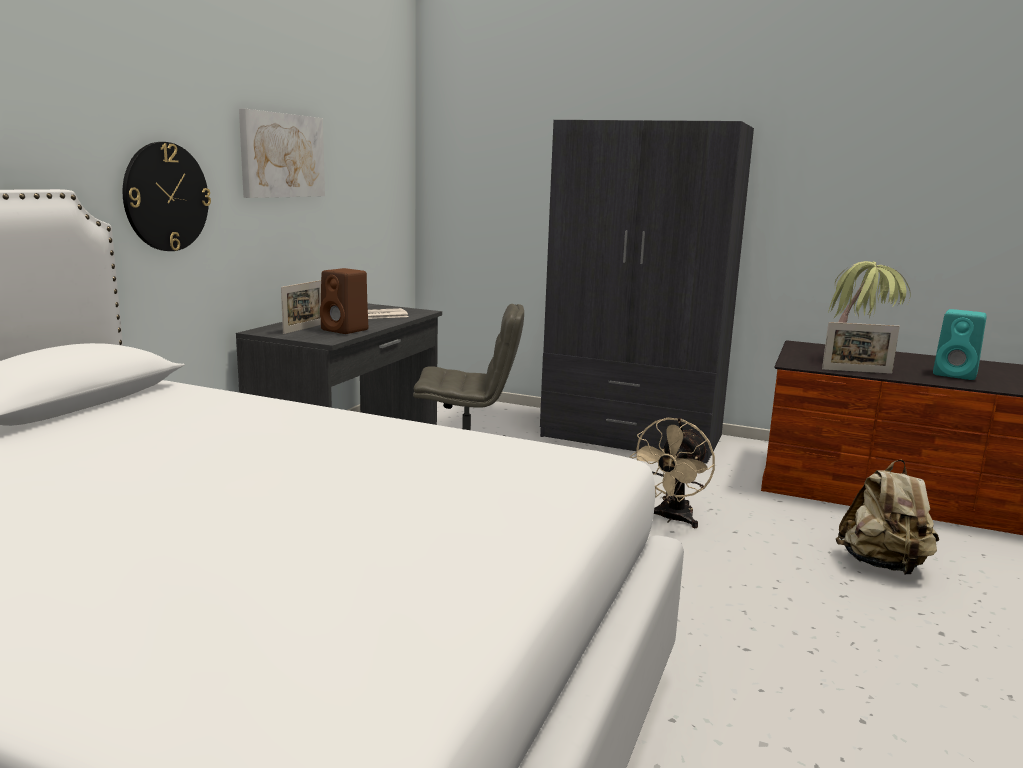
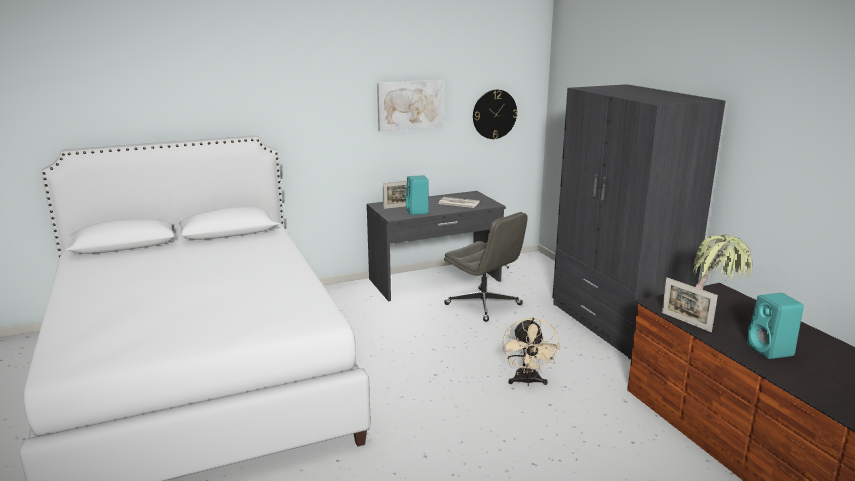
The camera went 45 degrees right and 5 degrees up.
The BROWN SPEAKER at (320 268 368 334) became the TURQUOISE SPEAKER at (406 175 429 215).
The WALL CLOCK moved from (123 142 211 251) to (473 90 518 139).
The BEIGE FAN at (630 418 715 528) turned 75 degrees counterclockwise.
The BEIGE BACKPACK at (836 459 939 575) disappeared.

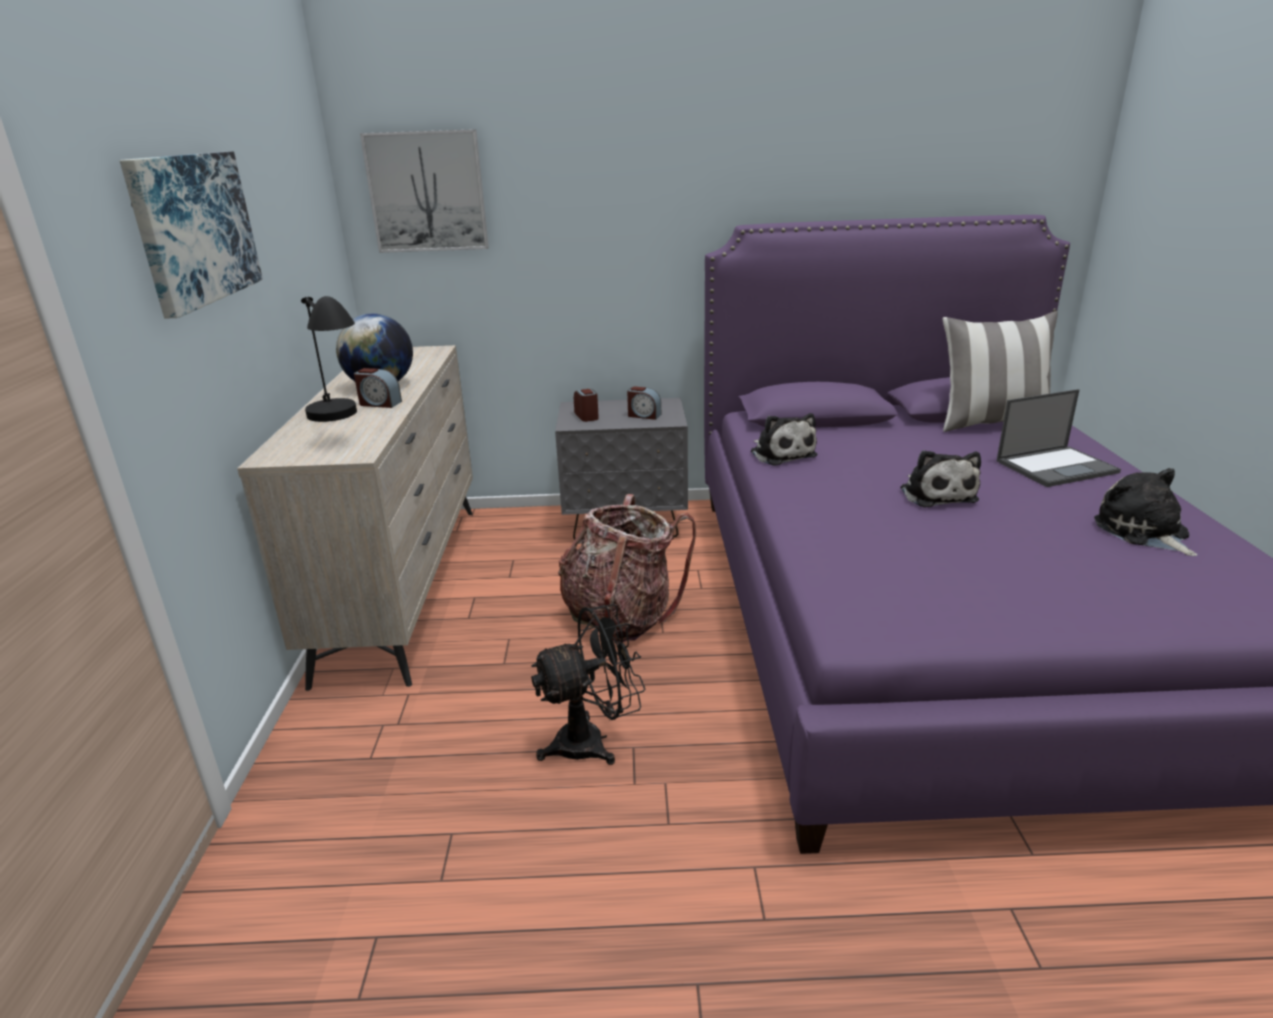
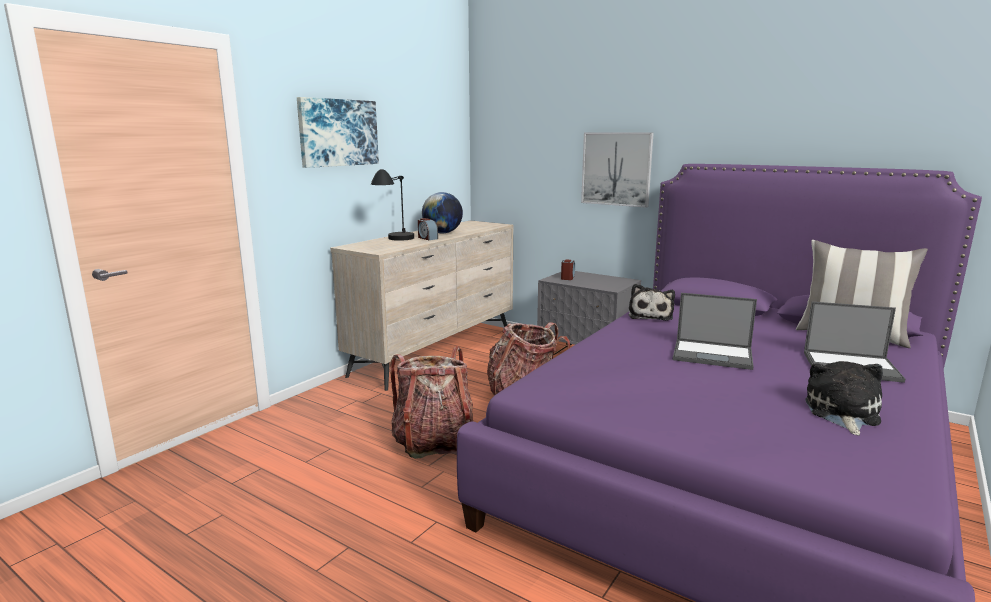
The camera went 35 degrees right and 10 degrees down.
The BLACK FAN at (531 604 645 765) was replaced by the BACKPACK at (390 346 473 459).
The PICTURE moved from (360 129 489 253) to (581 133 654 208).
The PLUSH TOY at (900 450 981 508) was replaced by the LAPTOP at (673 293 757 370).
The ALARM CLOCK at (627 386 661 420) disappeared.

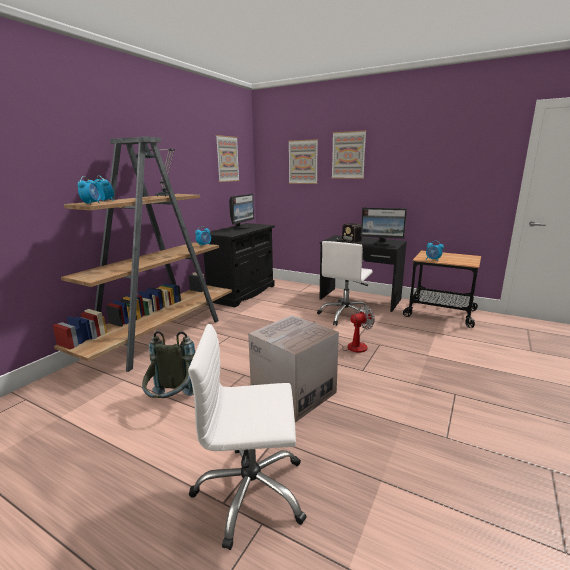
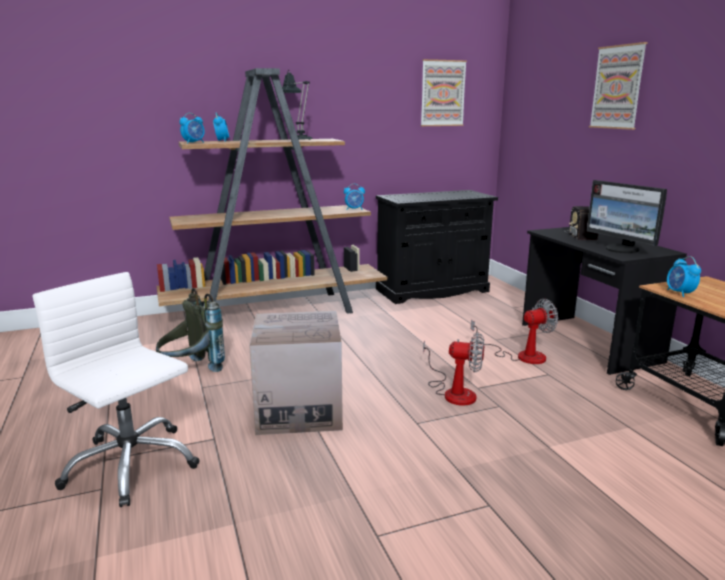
The camera went 40 degrees right and 0 degrees up.
The WHITE OFFICE CHAIR at (317 241 373 326) was replaced by the FAN at (471 299 559 364).
The MONITOR at (229 194 254 229) disappeared.
The PICTURE at (288 139 318 184) disappeared.

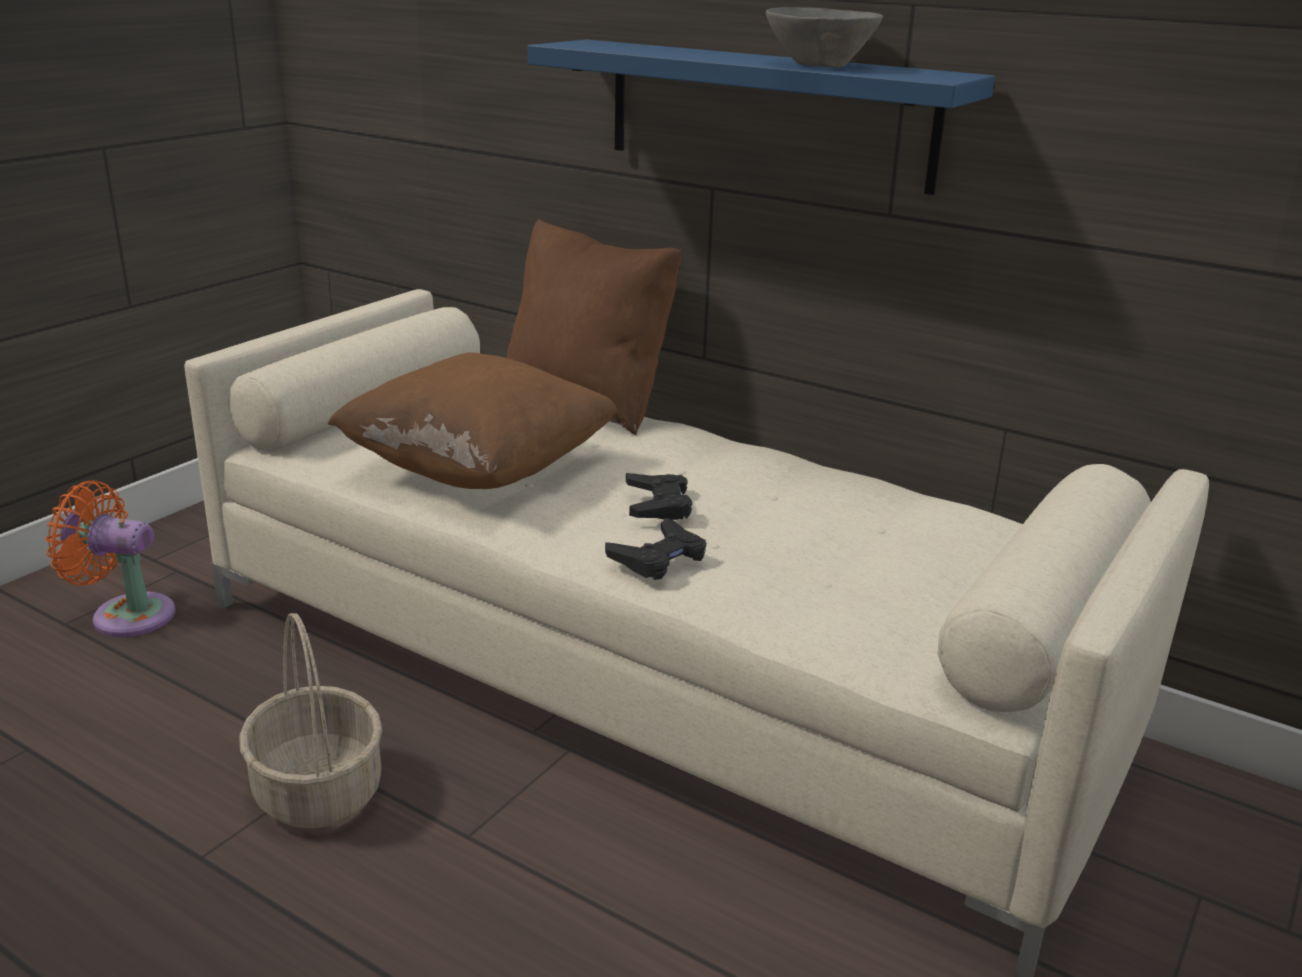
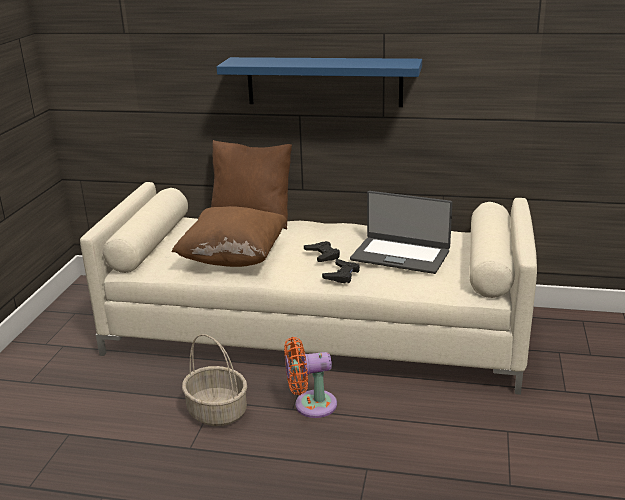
The camera went 20 degrees left and 0 degrees up.
The ORANGE FAN moved from (46 481 175 637) to (284 337 337 418).
The LAPTOP at (350 191 452 274) appeared.
The GREY BOWL at (766 7 883 67) disappeared.

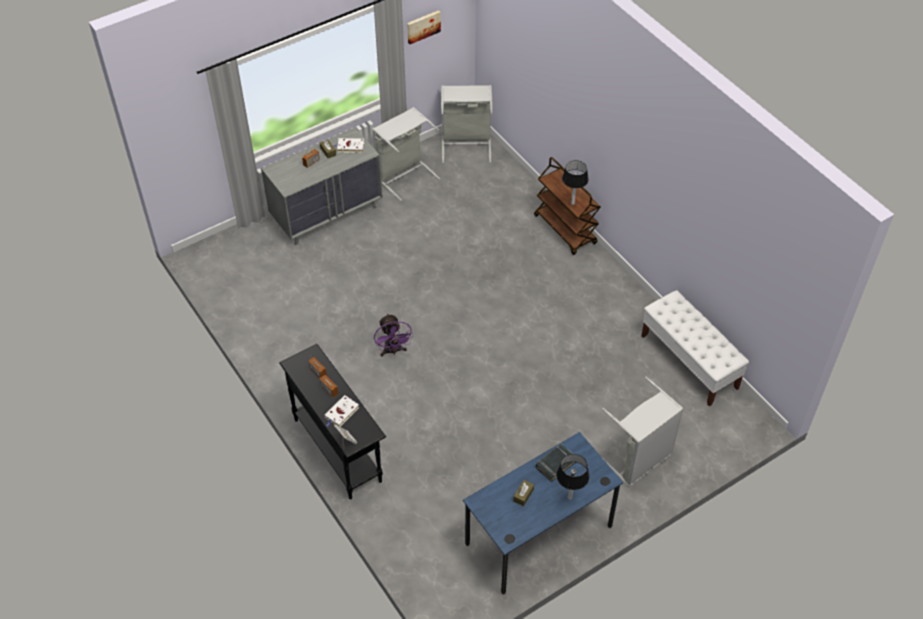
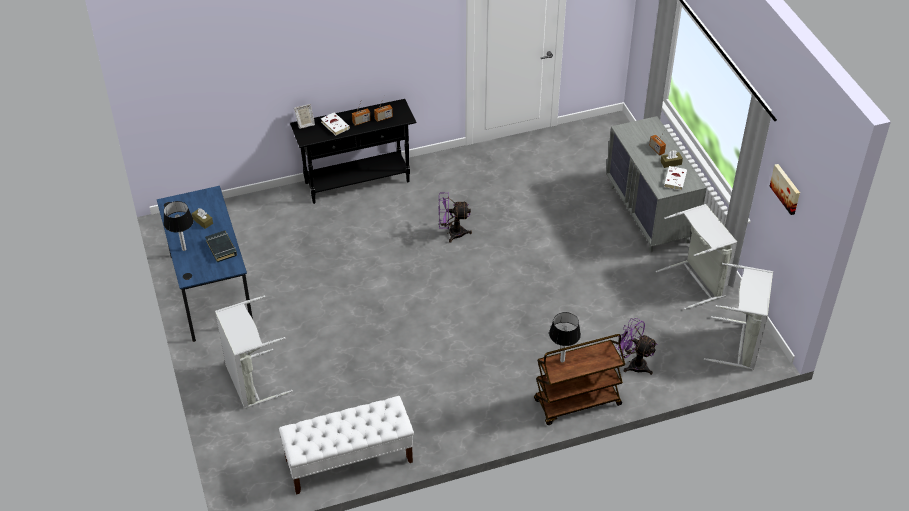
The camera went 105 degrees right and 5 degrees down.
The PURPLE FAN at (615 318 658 375) appeared.

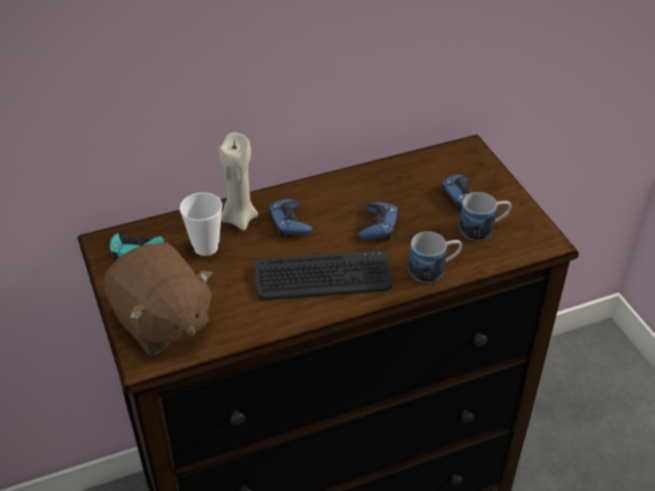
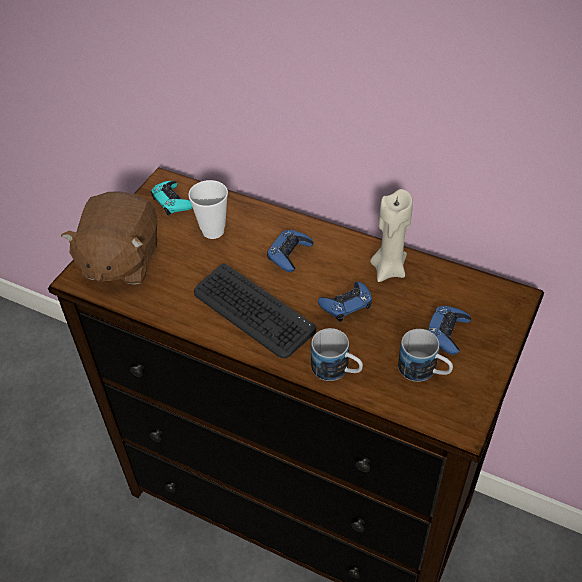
The camera went 50 degrees right and 5 degrees up.
The BEIGE CANDLE moved from (219 132 258 231) to (370 189 413 282).

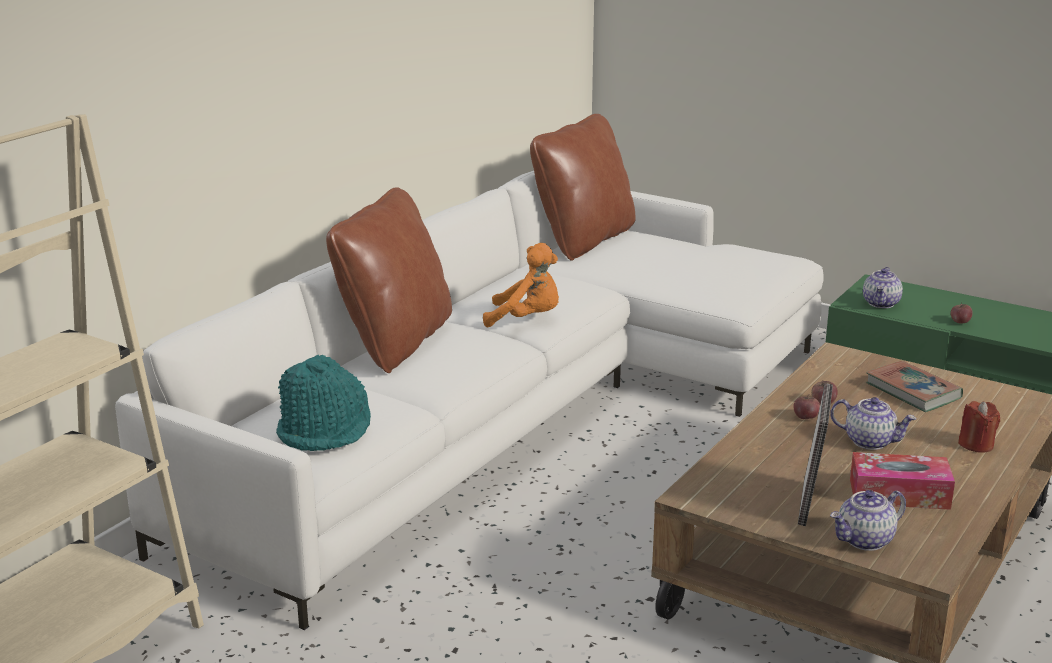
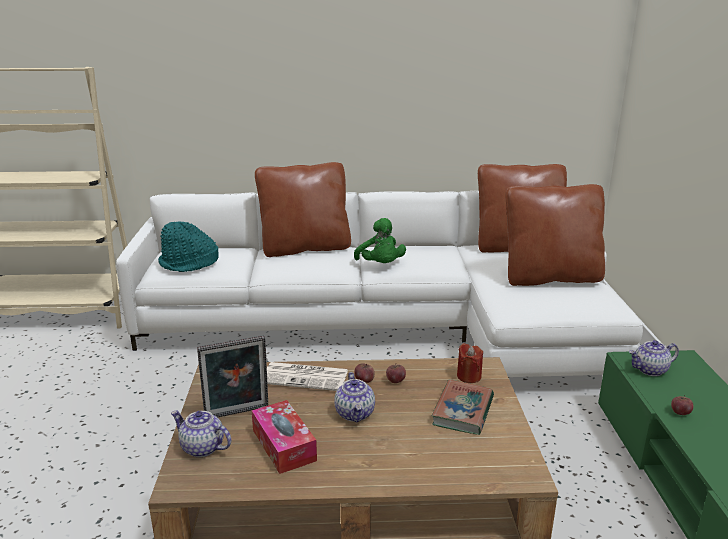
The camera went 55 degrees right and 0 degrees up.
The NEWSPAPER at (267 362 348 391) appeared.
The ORANGE PLUSH TOY at (483 243 559 327) became the GREEN PLUSH TOY at (354 218 406 263).
The RED CANDLE moved from (958 401 1000 453) to (457 343 483 383).
The BROWN PILLOW at (506 184 605 286) appeared.

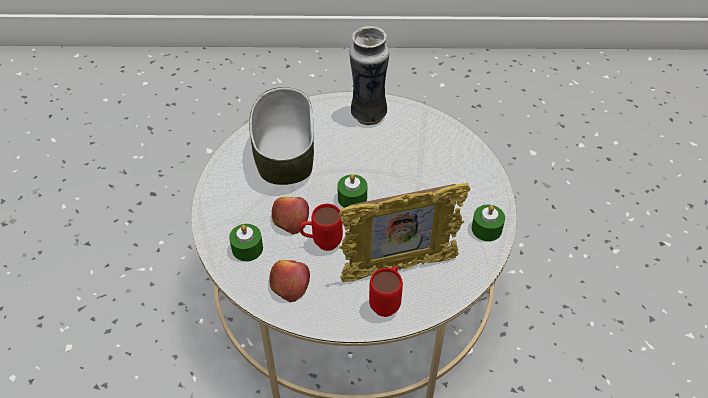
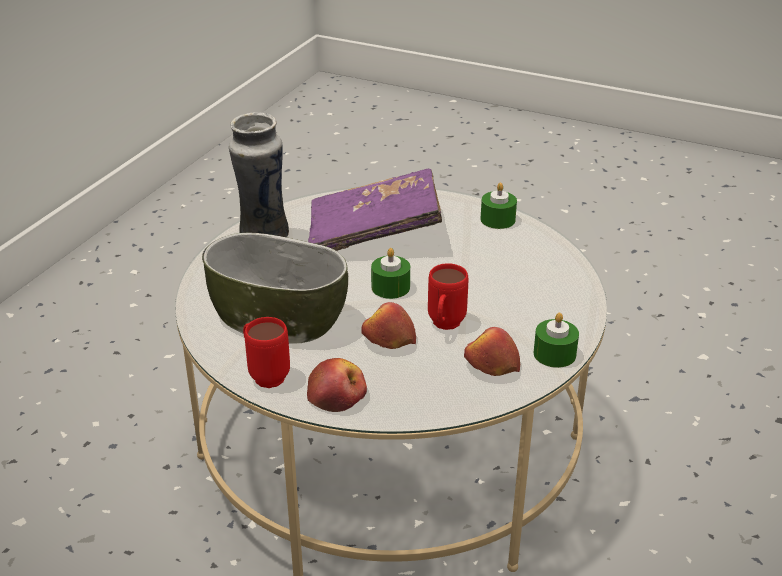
The camera went 65 degrees left and 15 degrees down.
The RED MUG moved from (369 266 403 317) to (243 317 290 388).
The APPLE at (307 358 367 412) appeared.
The PURPLE BOOK at (308 169 442 251) appeared.
The GREEN CANDLE moved from (229 224 263 261) to (534 313 579 368).
The PICTURE FRAME at (339 183 470 282) disappeared.

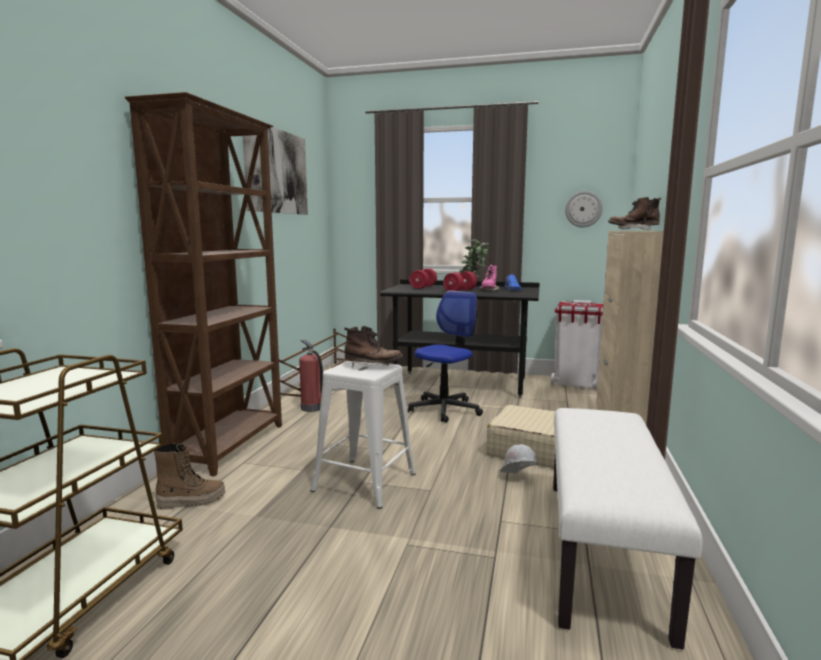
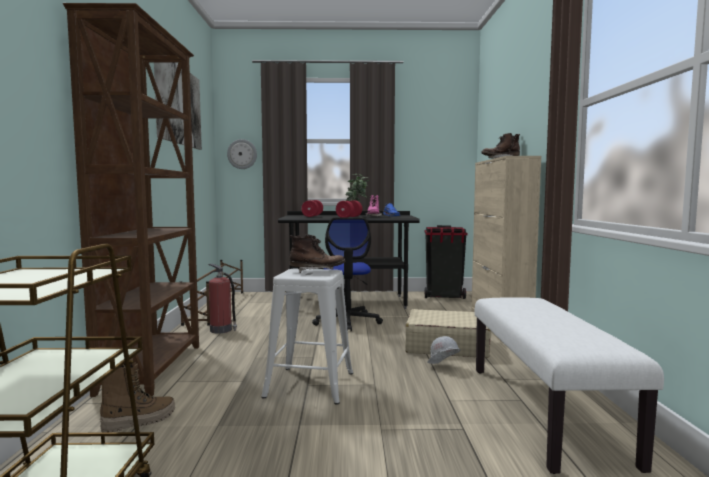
The camera went 15 degrees left and 5 degrees down.
The WALL CLOCK moved from (565 191 603 227) to (227 139 257 169).
The OFFICE CHAIR at (408 290 483 423) turned 150 degrees clockwise.
The WHITE TRASH CAN at (551 300 604 390) became the BLACK TRASH CAN at (425 225 467 299).

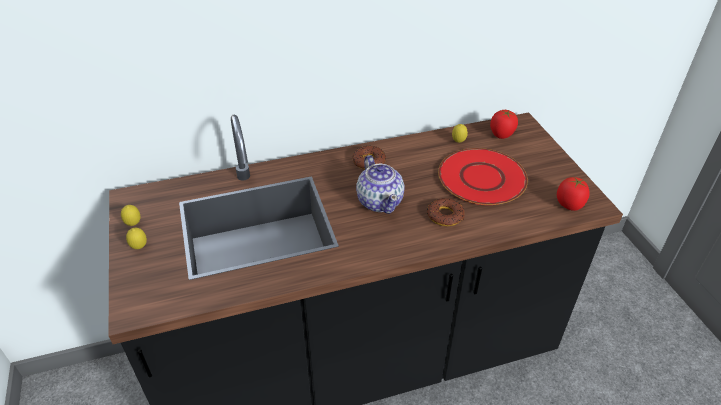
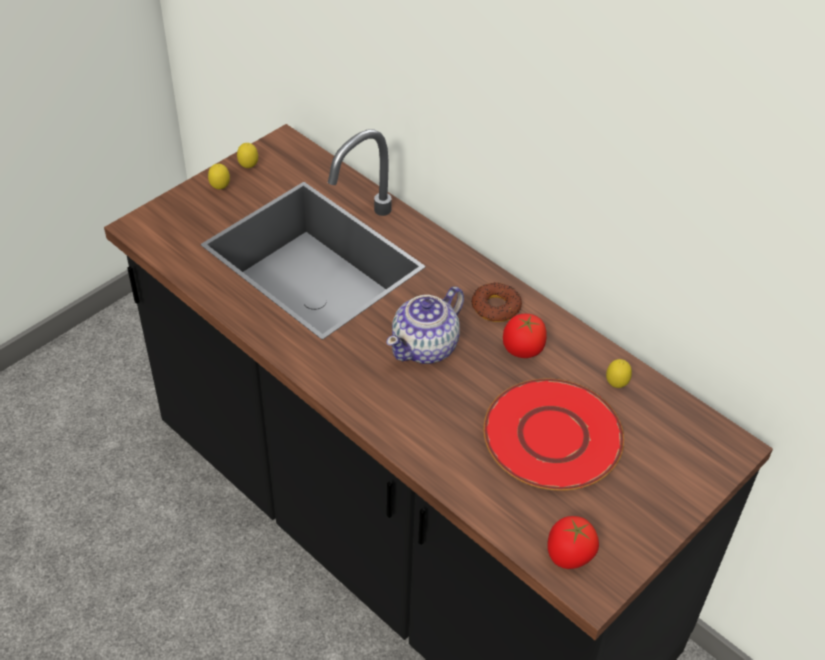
The camera went 60 degrees right and 5 degrees up.
The TOMATO moved from (490 110 518 139) to (503 314 547 358).
The DONUT at (427 198 465 227) disappeared.

